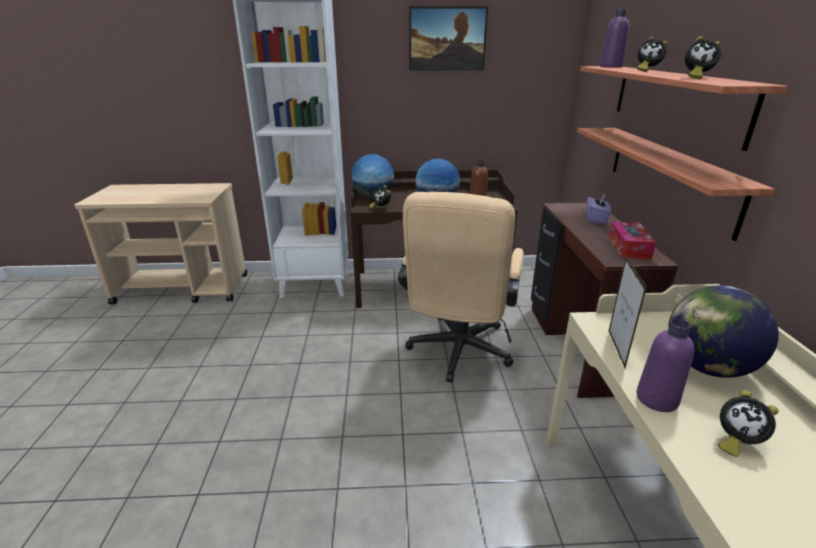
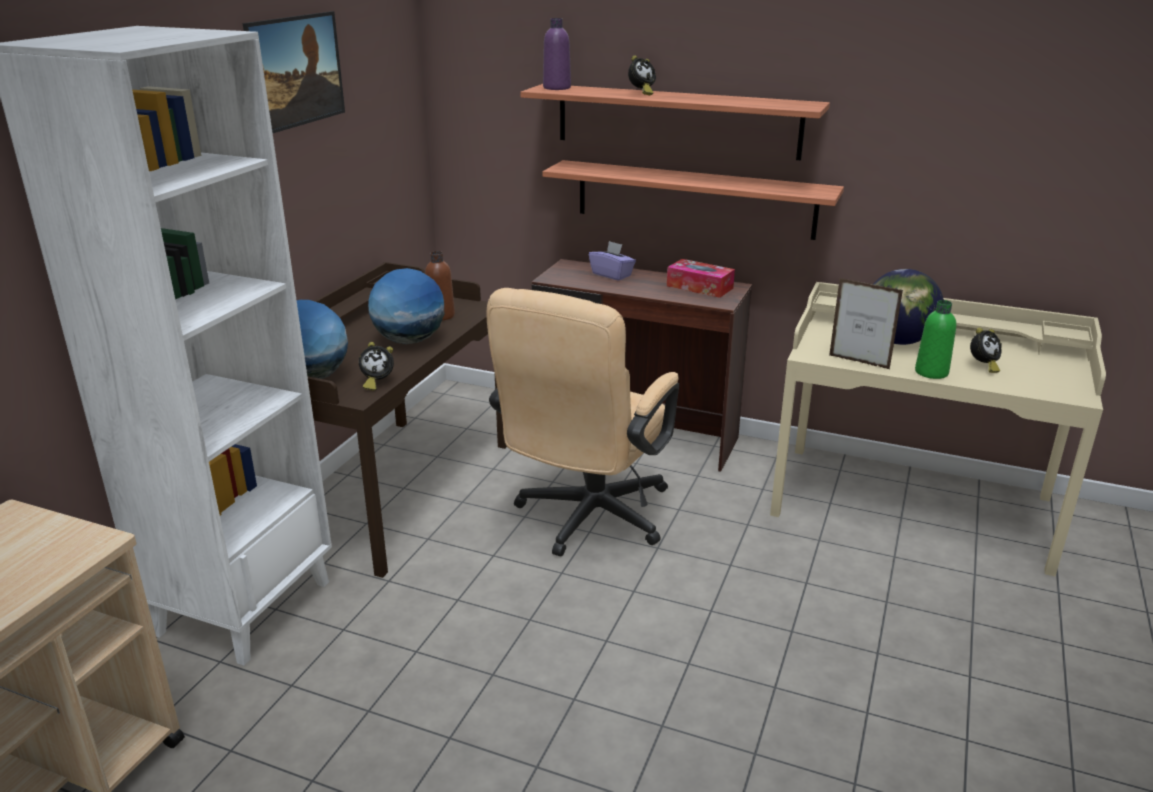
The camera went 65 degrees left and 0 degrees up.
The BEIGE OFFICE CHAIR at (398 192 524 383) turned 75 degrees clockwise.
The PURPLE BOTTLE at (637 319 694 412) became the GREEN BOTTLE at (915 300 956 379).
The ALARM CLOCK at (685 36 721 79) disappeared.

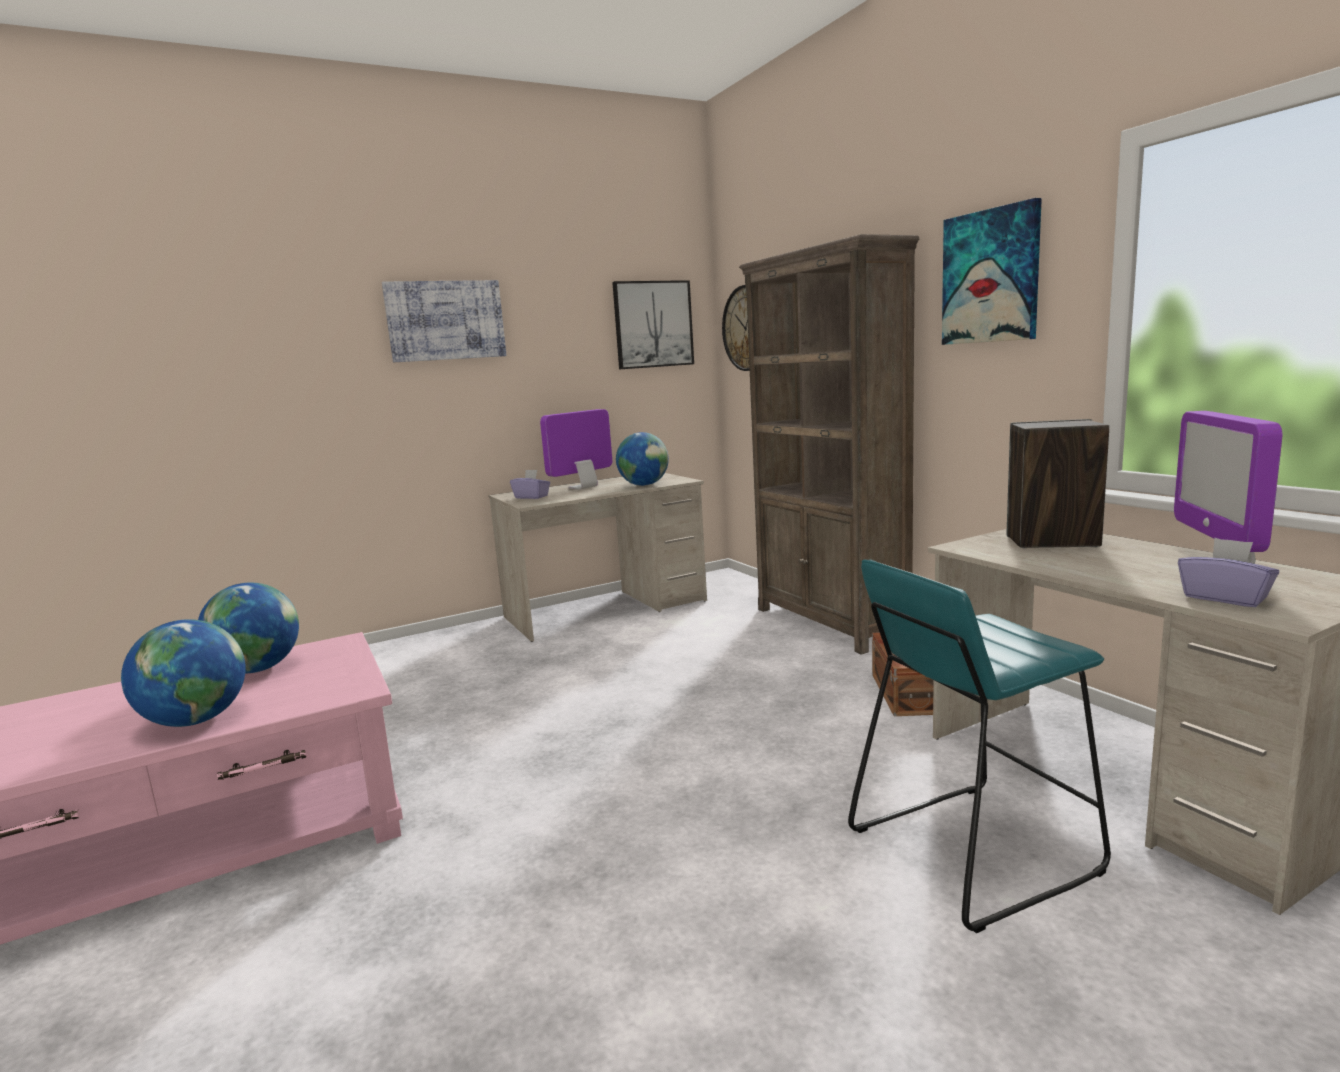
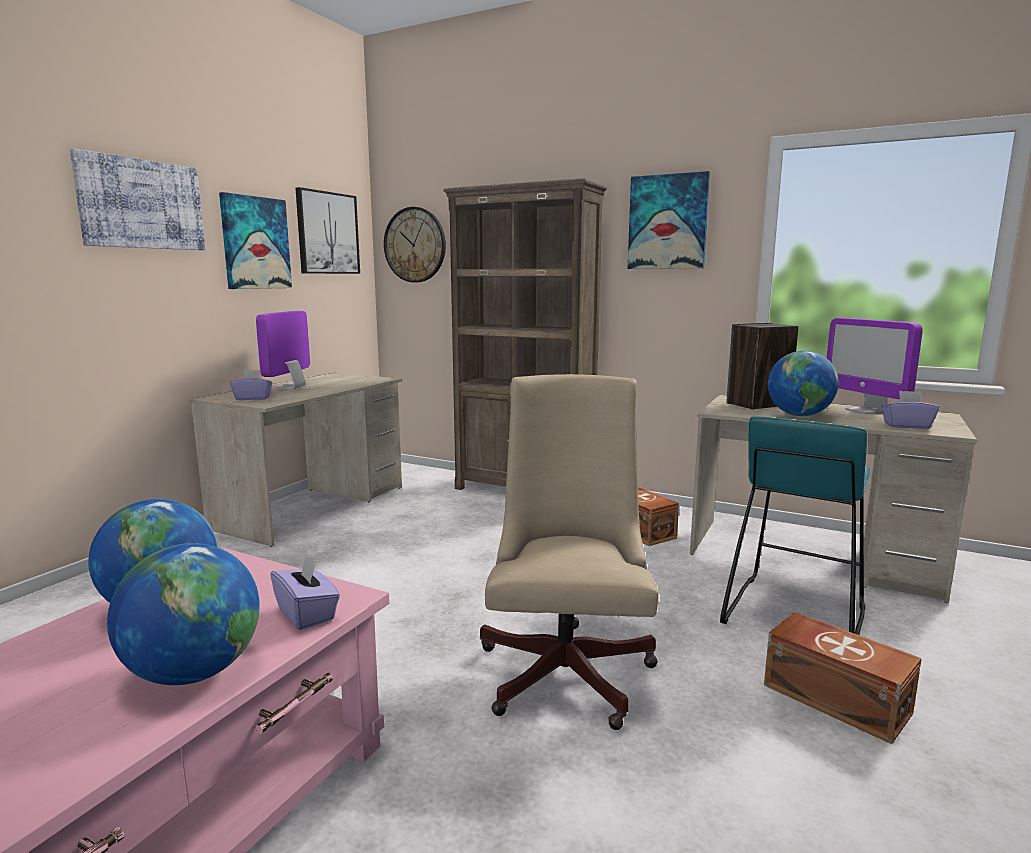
The camera went 35 degrees left and 0 degrees up.
The PICTURE at (219 192 292 289) appeared.
The PURPLE TISSUE BOX at (270 555 340 630) appeared.
The BEIGE OFFICE CHAIR at (480 374 659 730) appeared.
The BROWN STORAGE BOX at (764 612 922 744) appeared.
The GLOBE moved from (616 432 669 486) to (768 351 839 416).

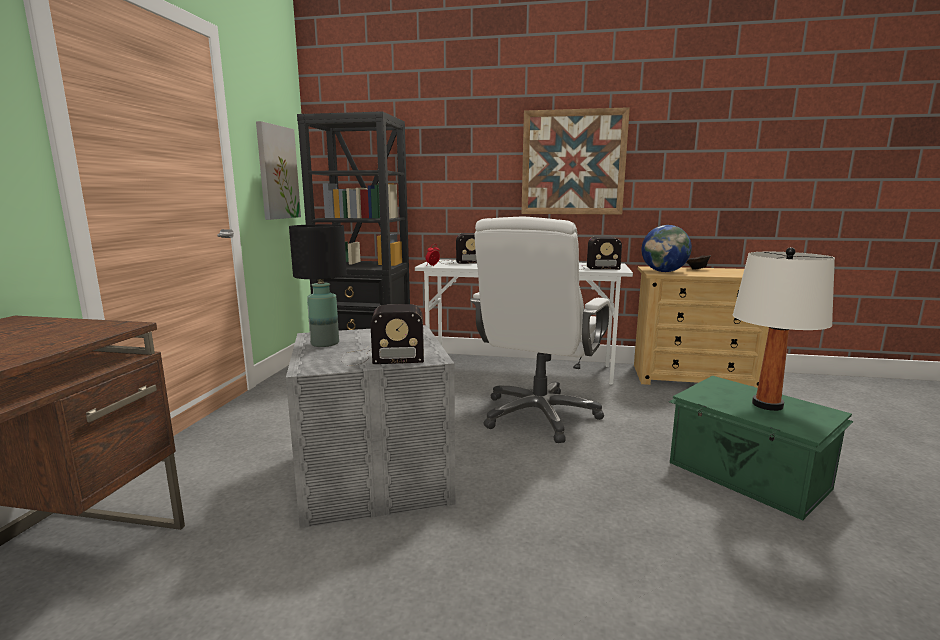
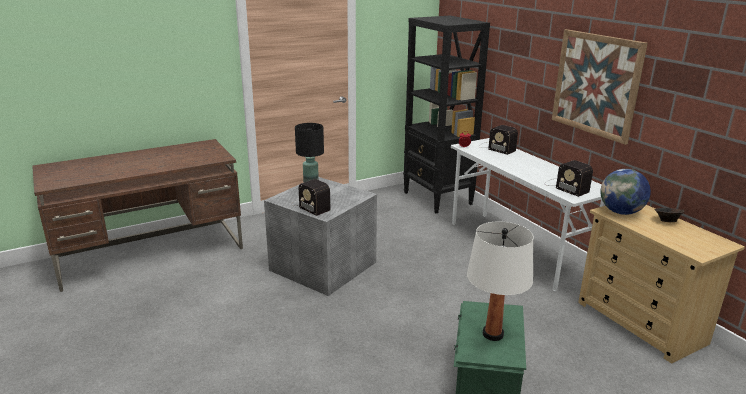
The camera went 50 degrees right and 10 degrees up.
The PICTURE at (256 121 301 220) disappeared.
The WHITE OFFICE CHAIR at (470 217 610 443) disappeared.

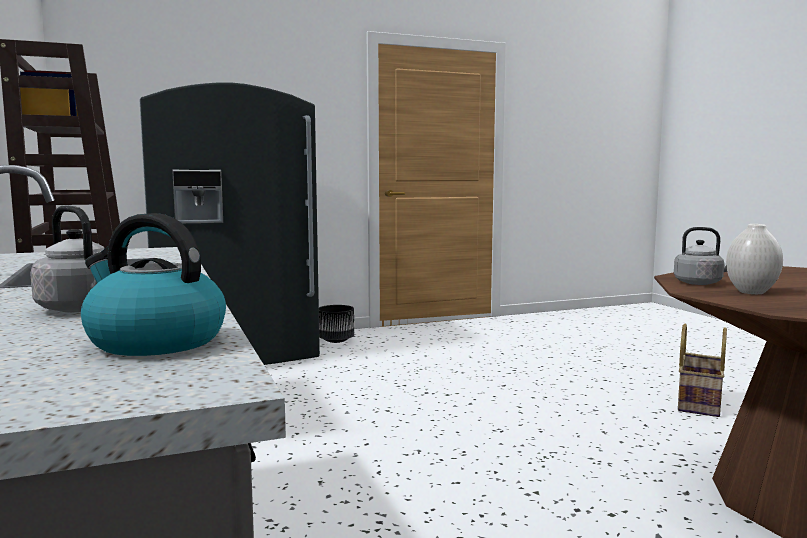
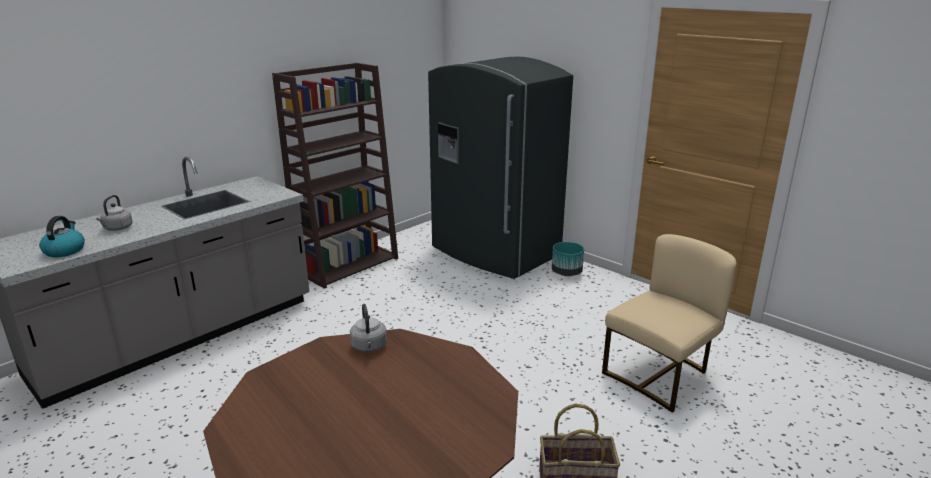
The camera went 65 degrees right and 15 degrees up.
The BLACK PLANTER at (319 305 354 343) became the TURQUOISE PLANTER at (552 242 584 276).
The BEIGE CHAIR at (602 234 737 413) appeared.
The WHITE VASE at (726 224 783 294) disappeared.

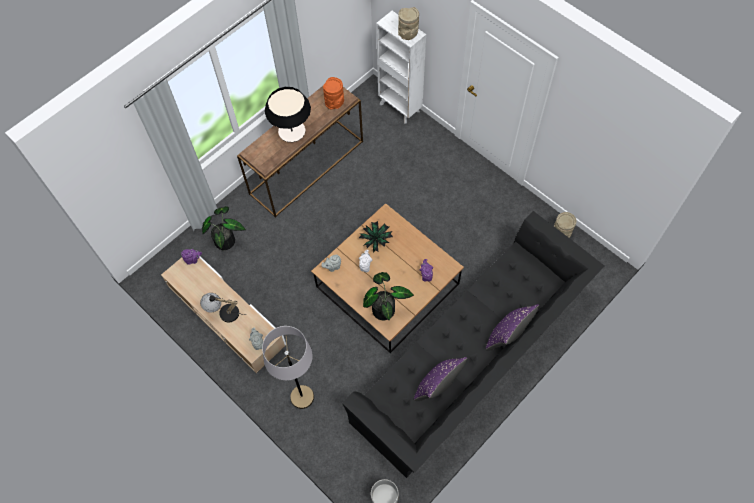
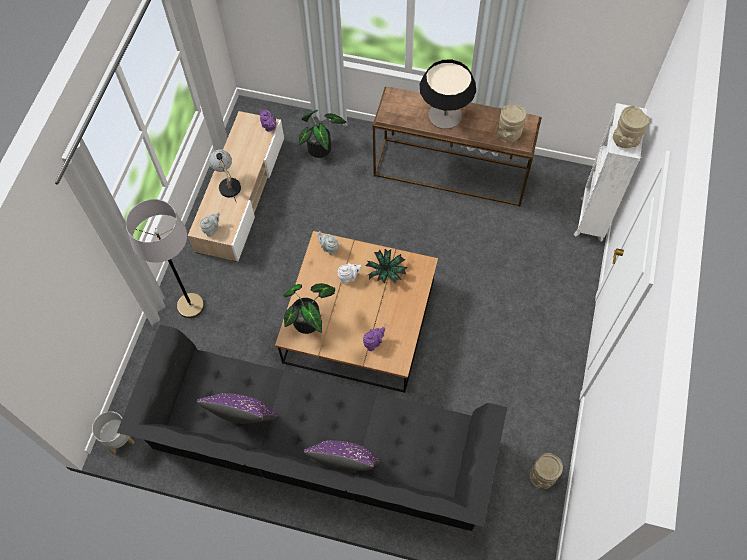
The camera went 60 degrees right and 0 degrees up.
The ORANGE VASE at (323 77 344 110) became the BEIGE VASE at (497 104 526 143).

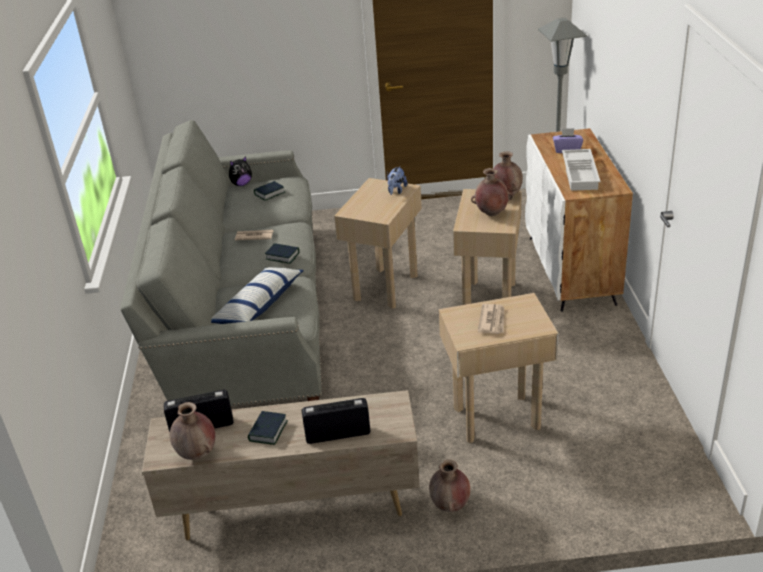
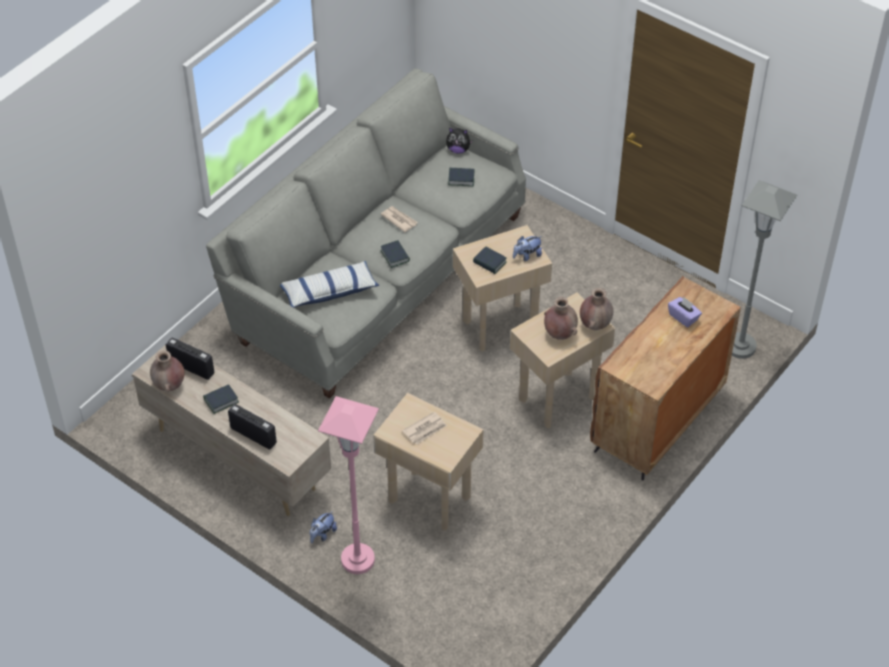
The camera went 40 degrees right and 15 degrees up.
The BROWN VASE at (429 459 470 512) was replaced by the PLUSH TOY at (310 511 337 543).
The PINK FLOOR LAMP at (318 396 379 574) appeared.
The BOOK at (473 246 507 274) appeared.
The WHITE CABINET at (525 128 633 312) became the BROWN CABINET at (590 276 741 481).
The WHITE TRAY at (562 149 601 191) disappeared.

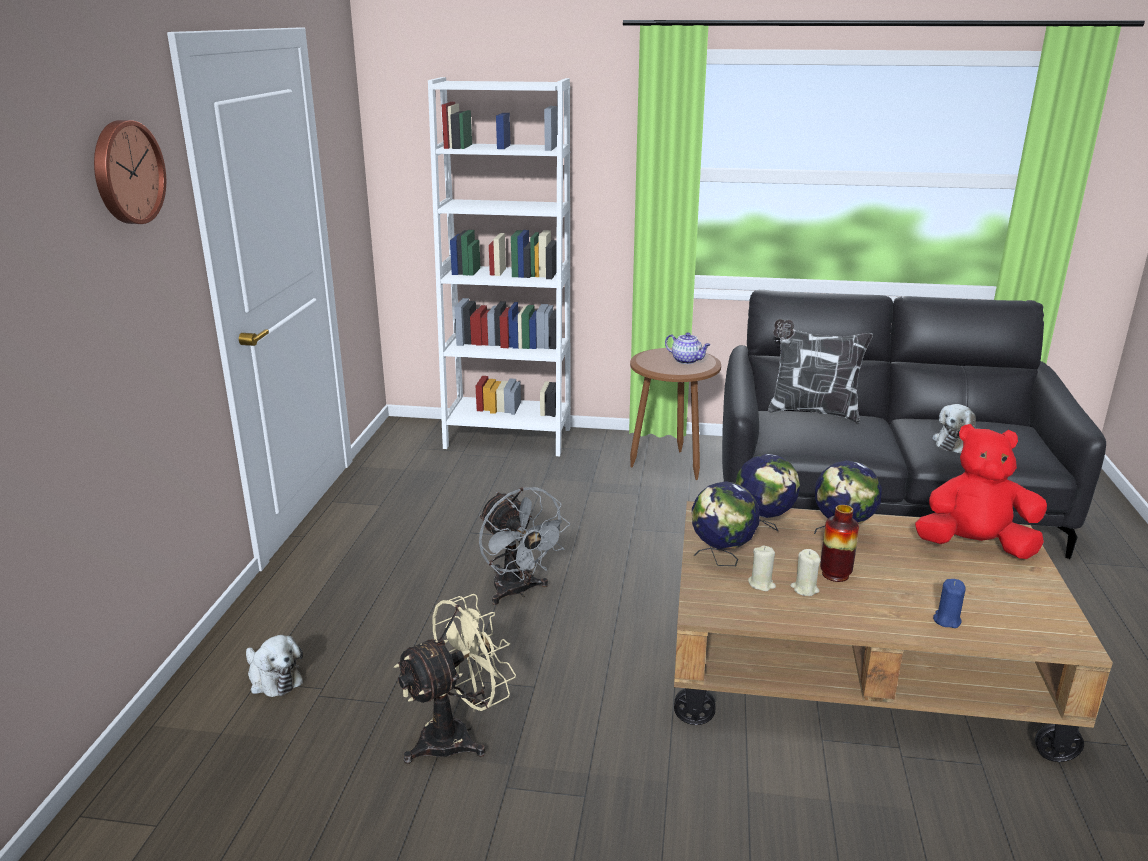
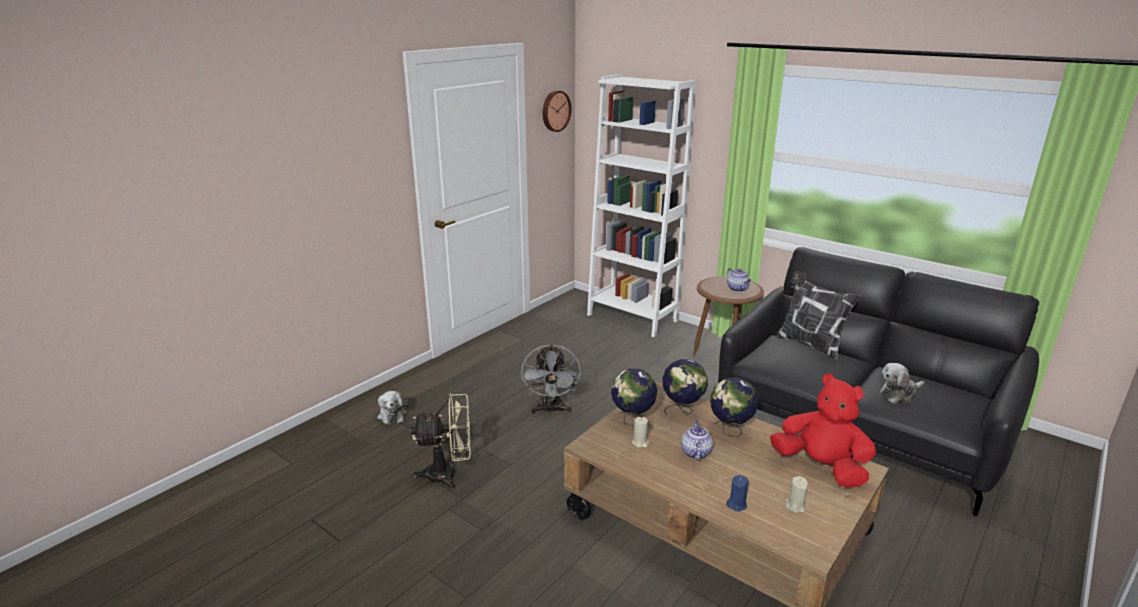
The camera went 30 degrees right and 0 degrees up.
The WALL CLOCK moved from (94 120 166 224) to (543 90 571 132).
The VASE at (820 505 859 582) was replaced by the TEAPOT at (681 420 713 460).
The BEIGE CANDLE moved from (791 549 821 596) to (786 476 808 513).

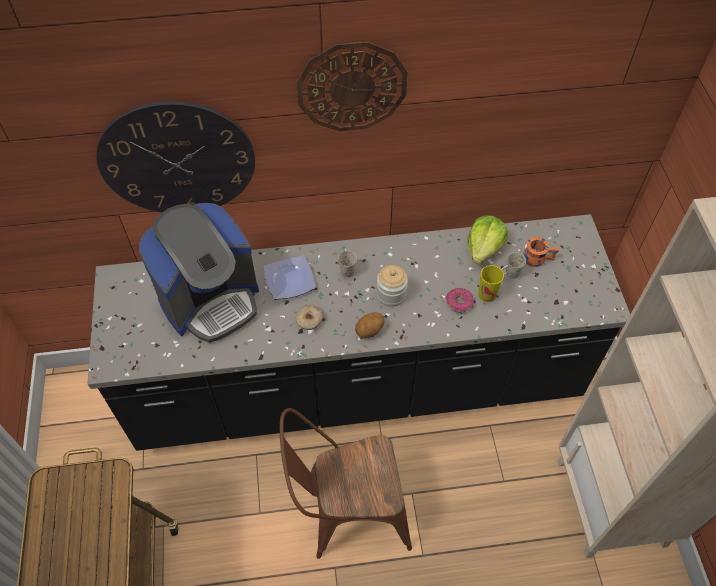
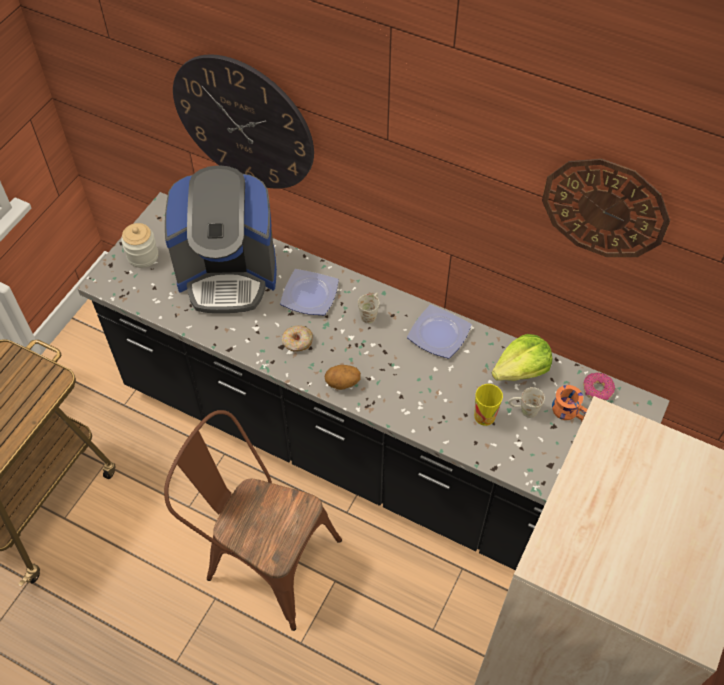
The camera went 35 degrees right and 0 degrees up.
The JAR moved from (376 265 408 307) to (121 223 158 268).
The PLATE at (407 304 472 359) appeared.
The WALL CLOCK moved from (297 41 408 131) to (542 159 670 257).
The DONUT moved from (446 288 474 313) to (583 373 615 400).

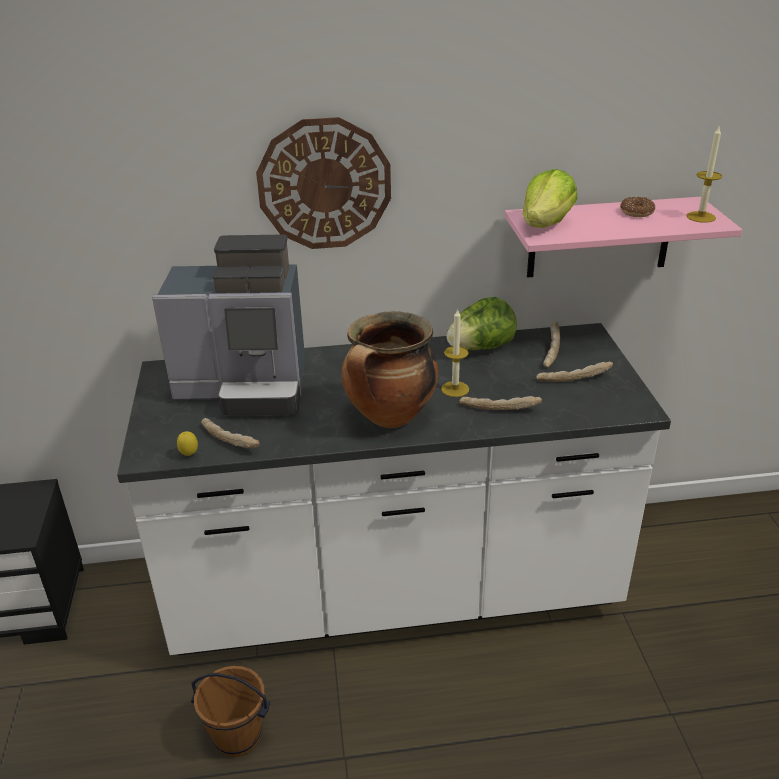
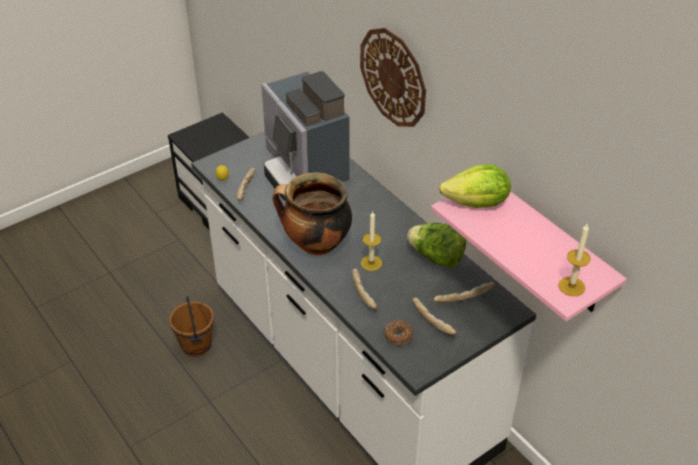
The camera went 60 degrees right and 10 degrees up.
The DONUT moved from (620 197 655 217) to (384 320 413 345).

